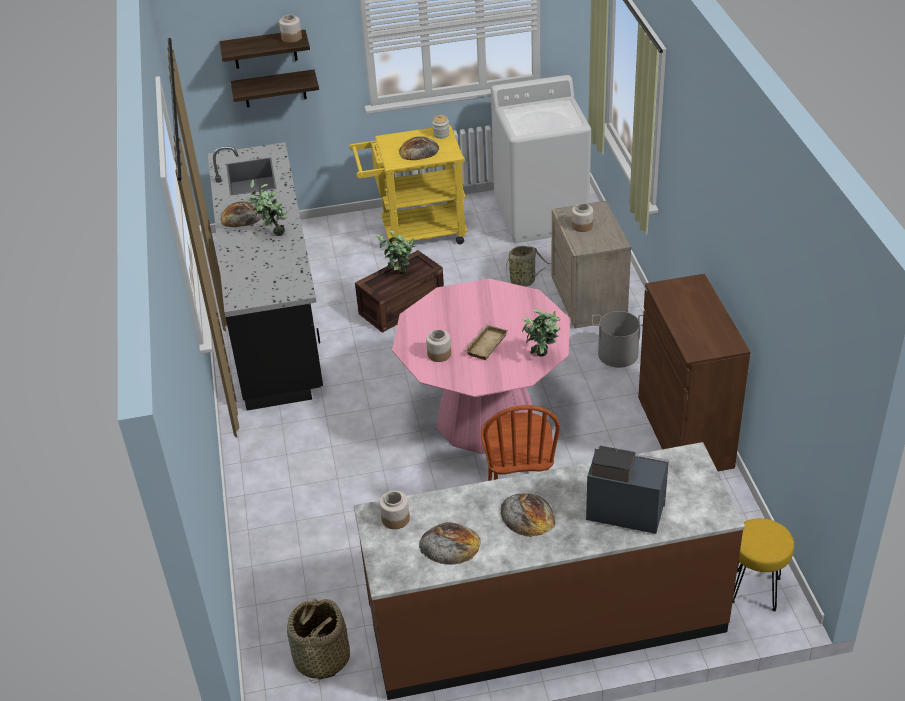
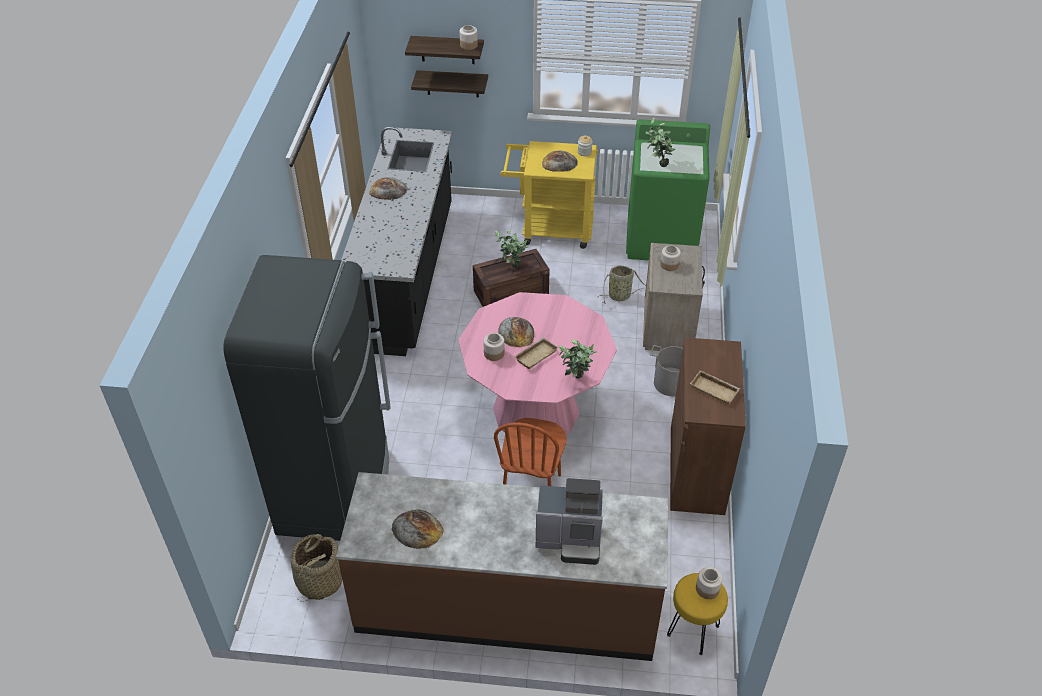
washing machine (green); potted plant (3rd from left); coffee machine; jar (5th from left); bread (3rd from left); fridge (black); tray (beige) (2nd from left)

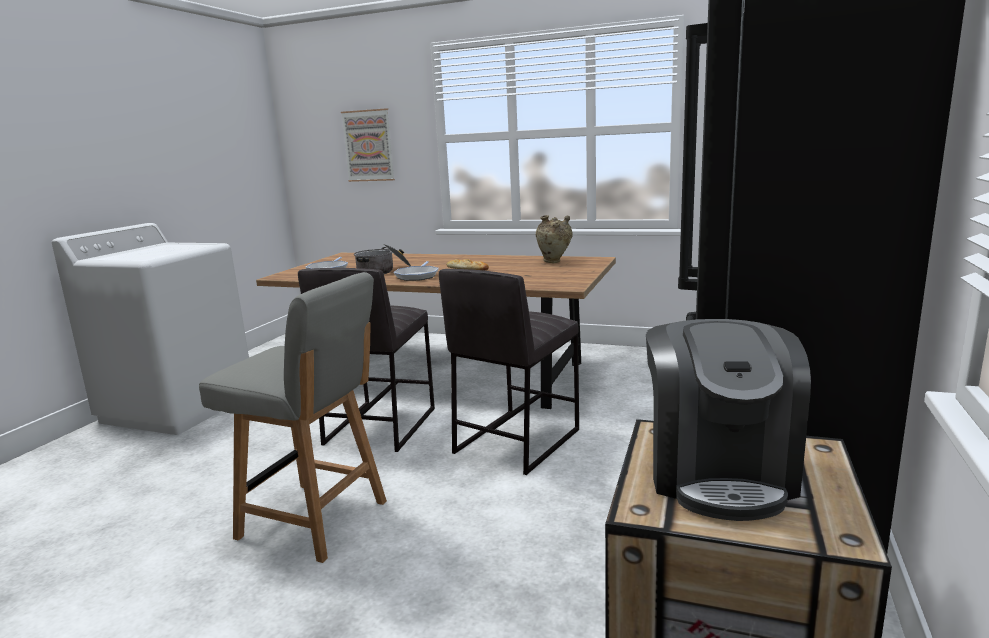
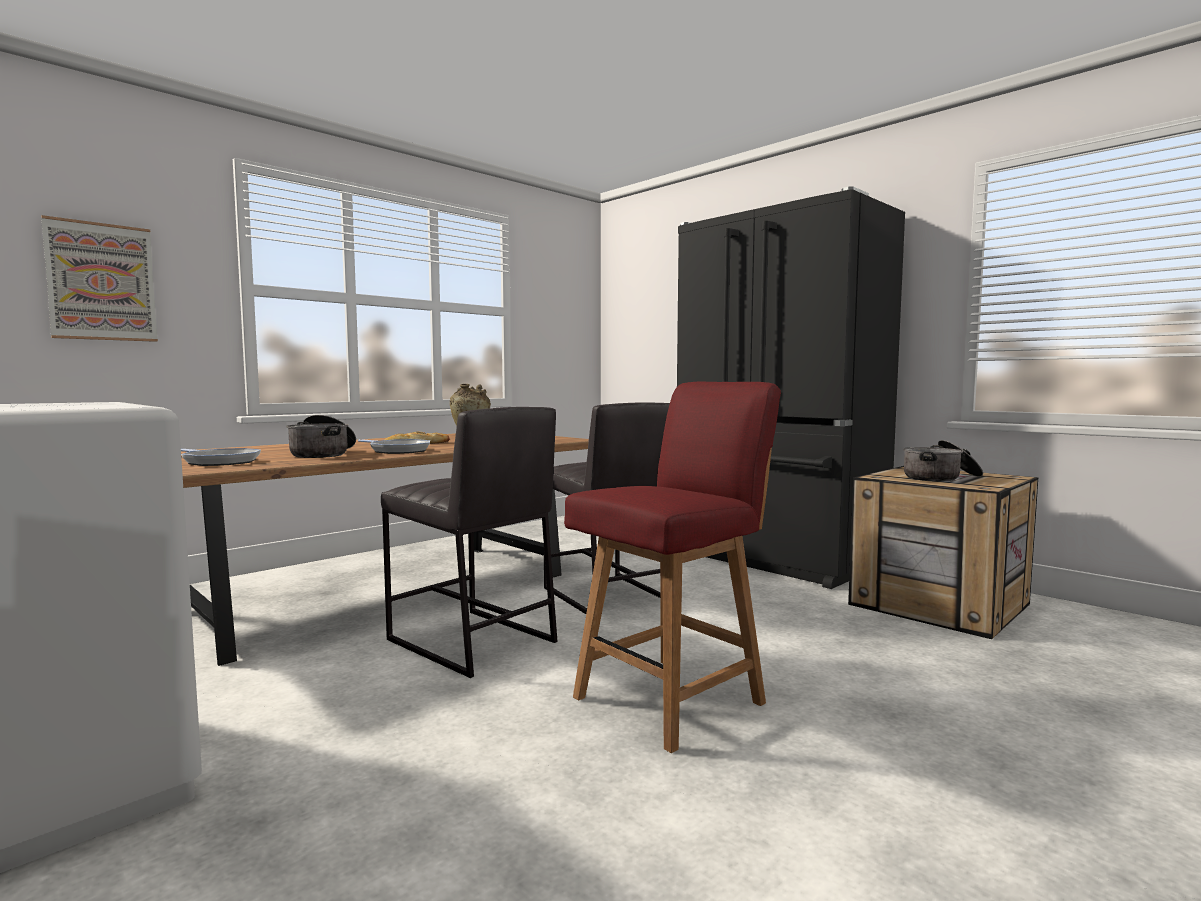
chair (red); cooking pot (2nd from left)

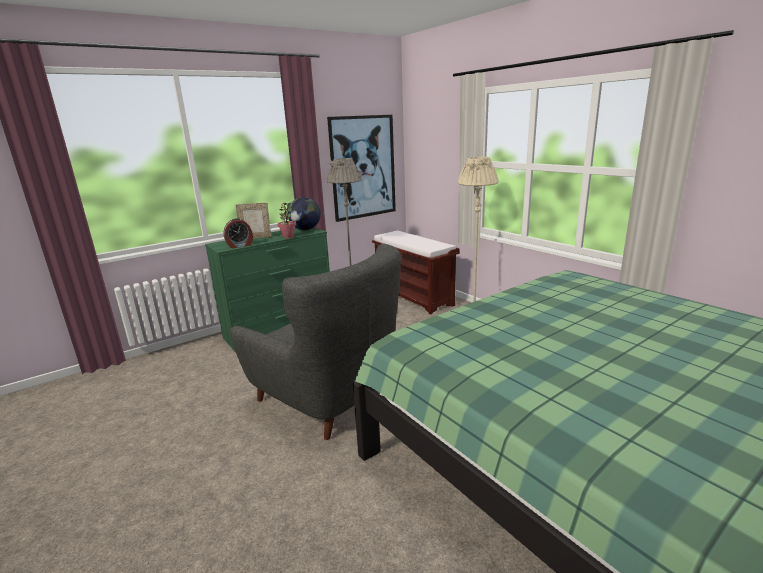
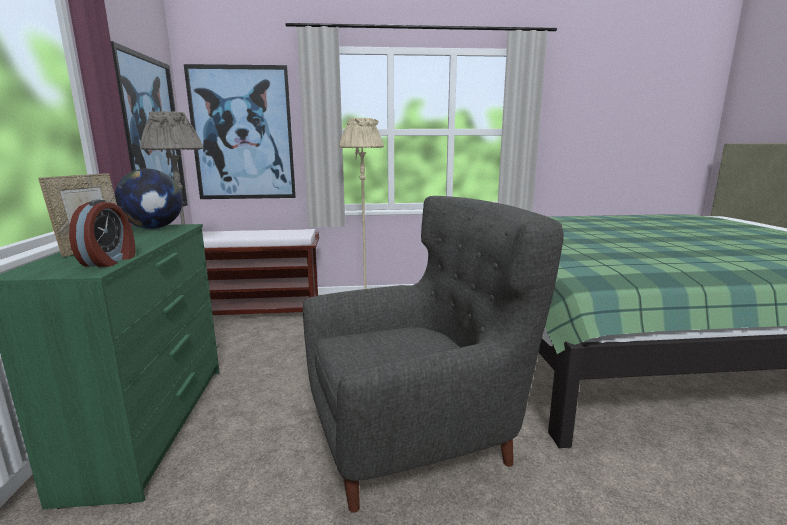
potted plant; picture (2nd from left)

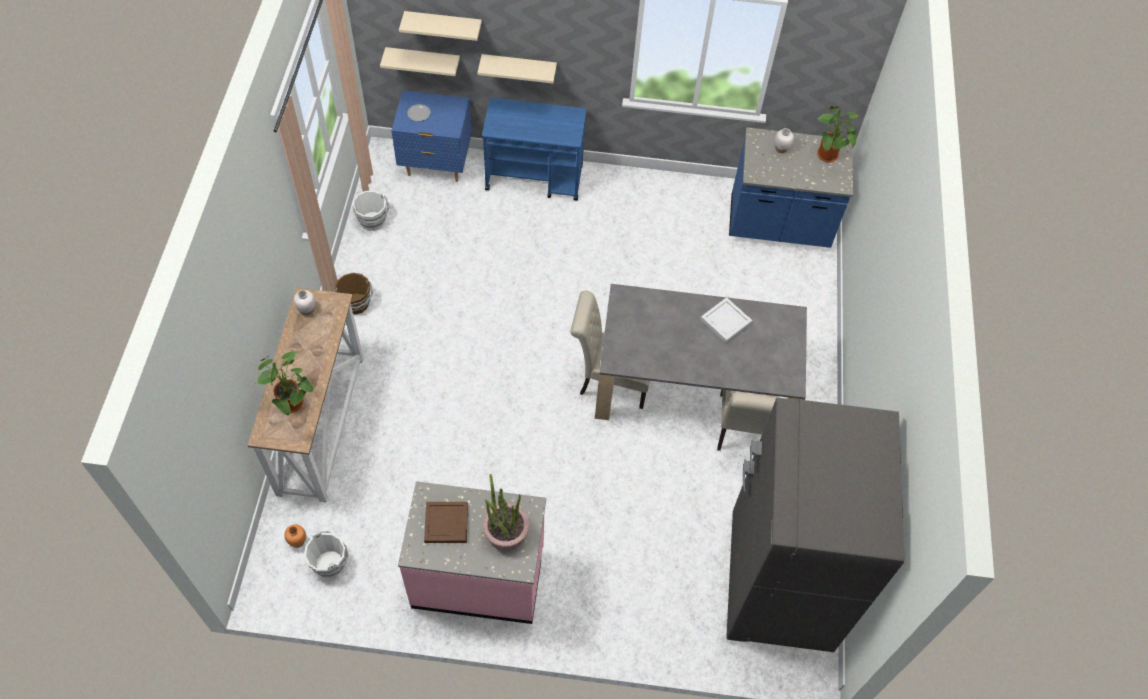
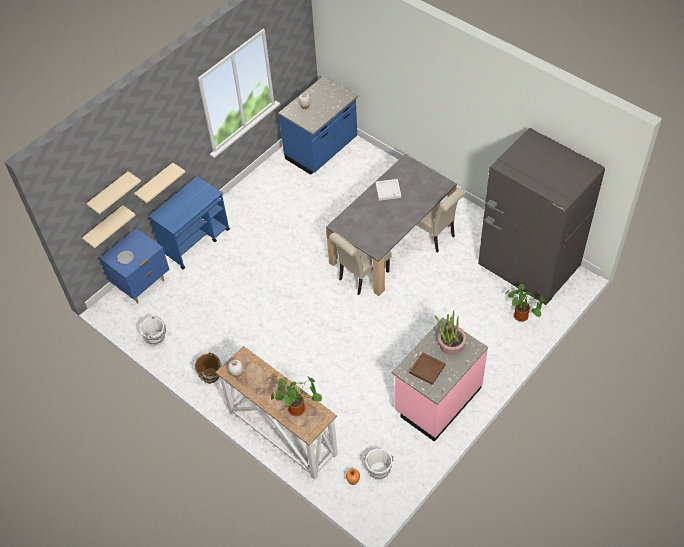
potted plant (3rd from left)

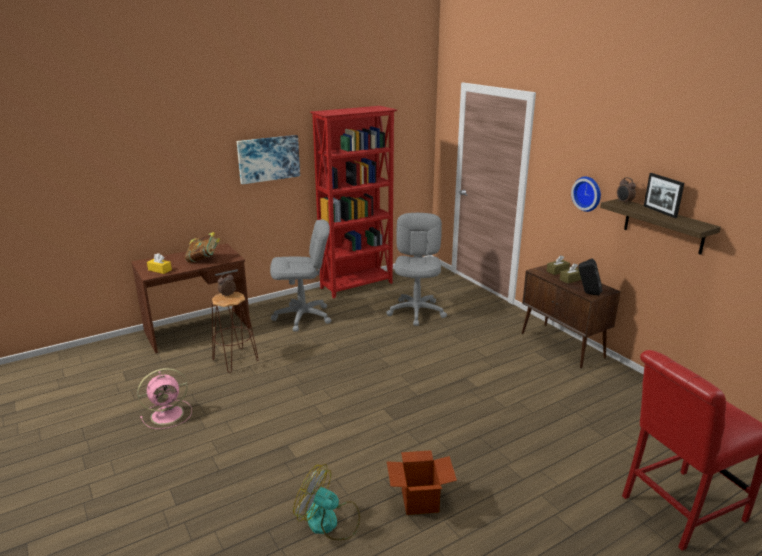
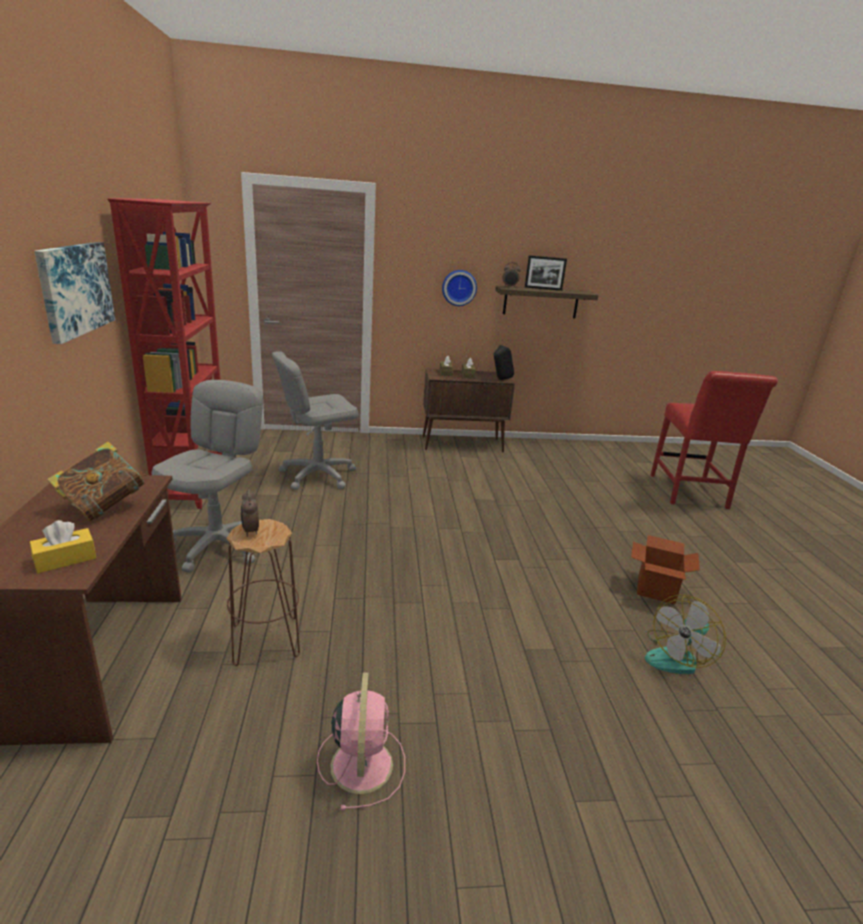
office chair (grey) (2nd from left)

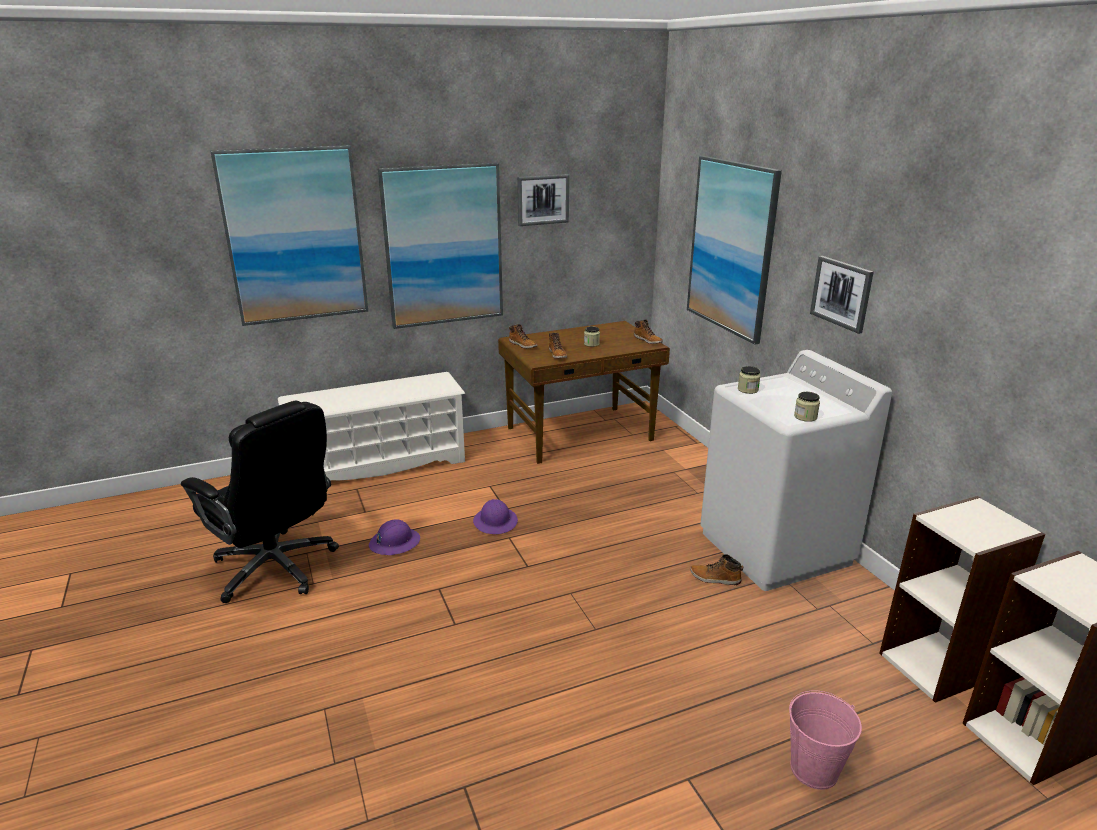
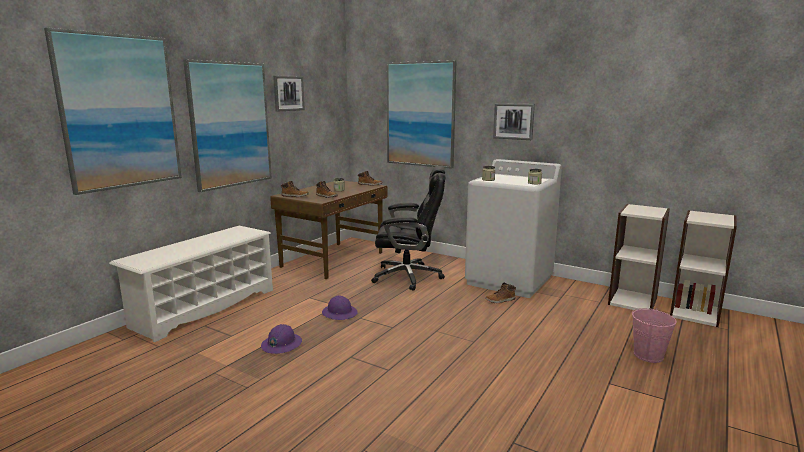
office chair (black)

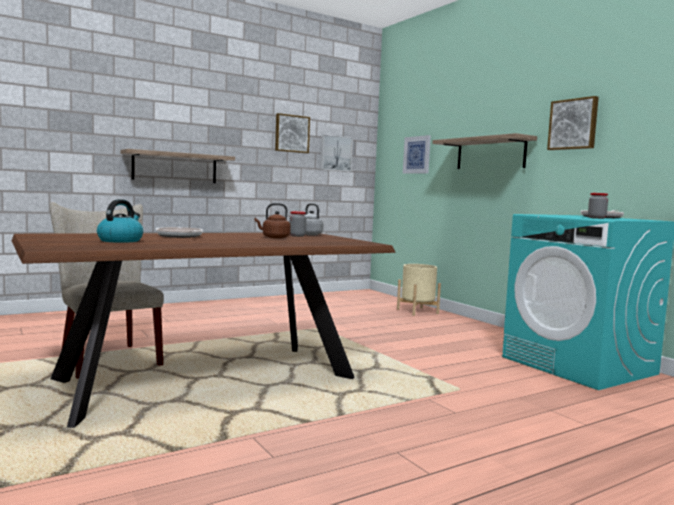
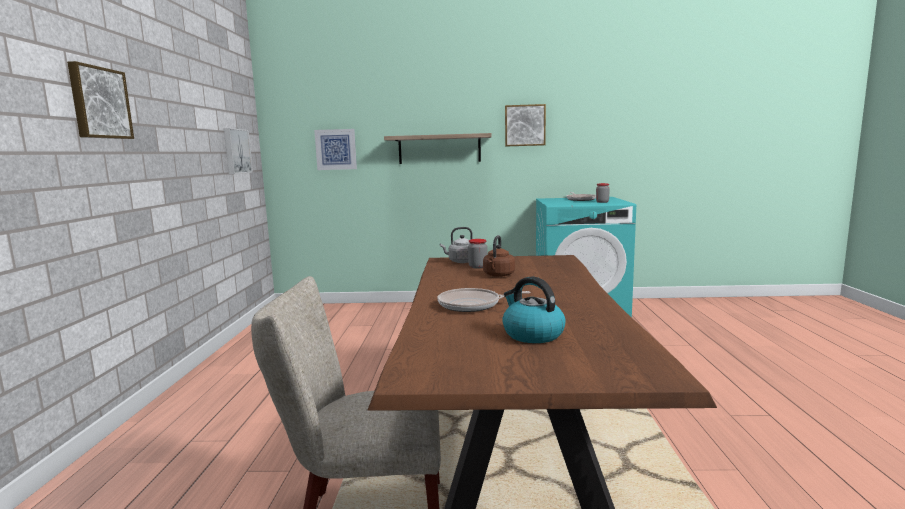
picture (1st from left); shelf (1st from left in the first image); planter (beige)

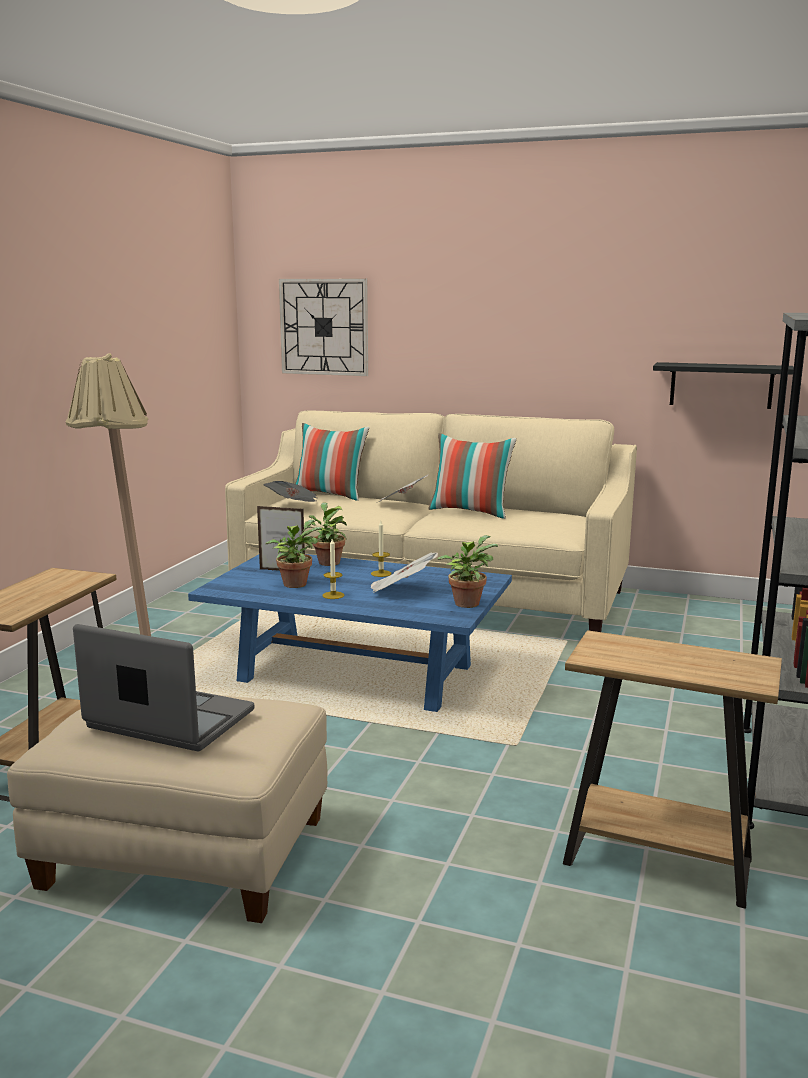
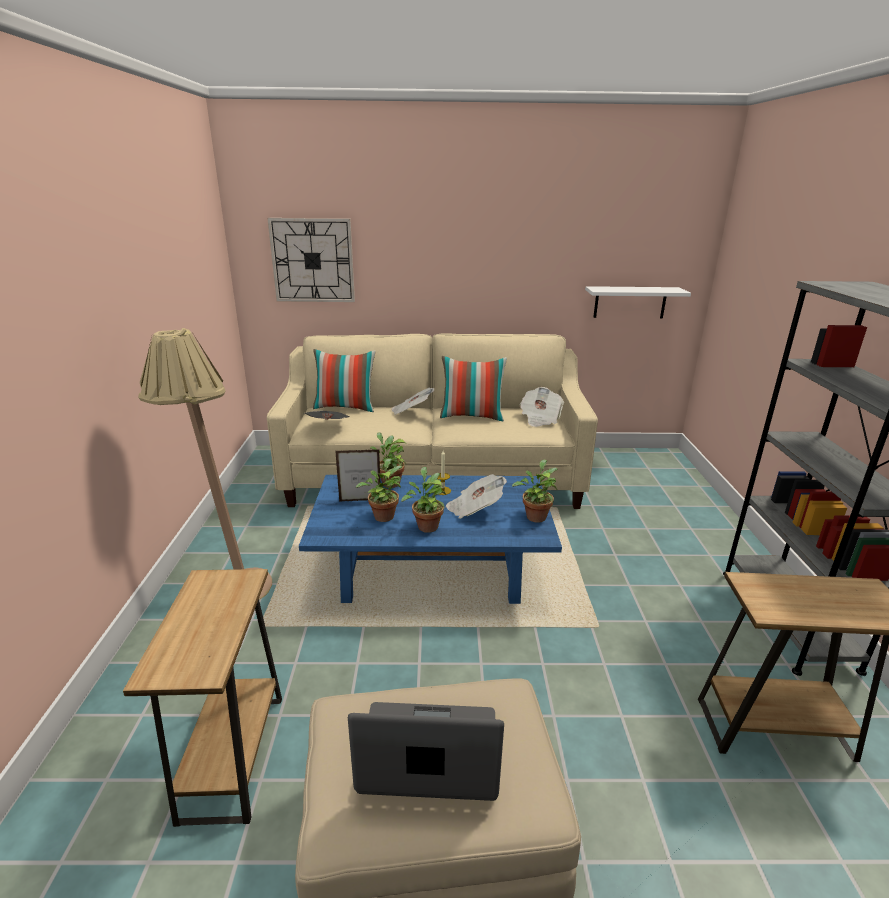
shelf (white); potted plant (3rd from left); newspaper (4th from left)

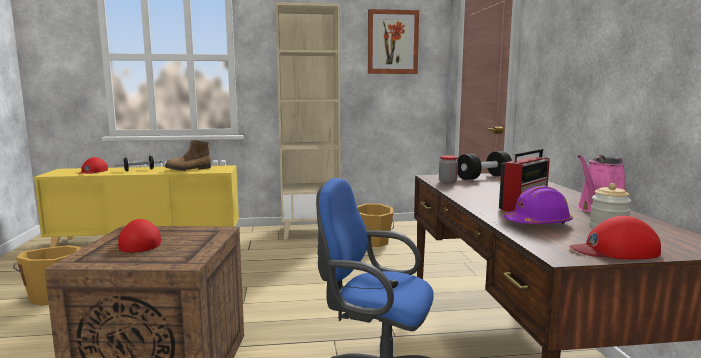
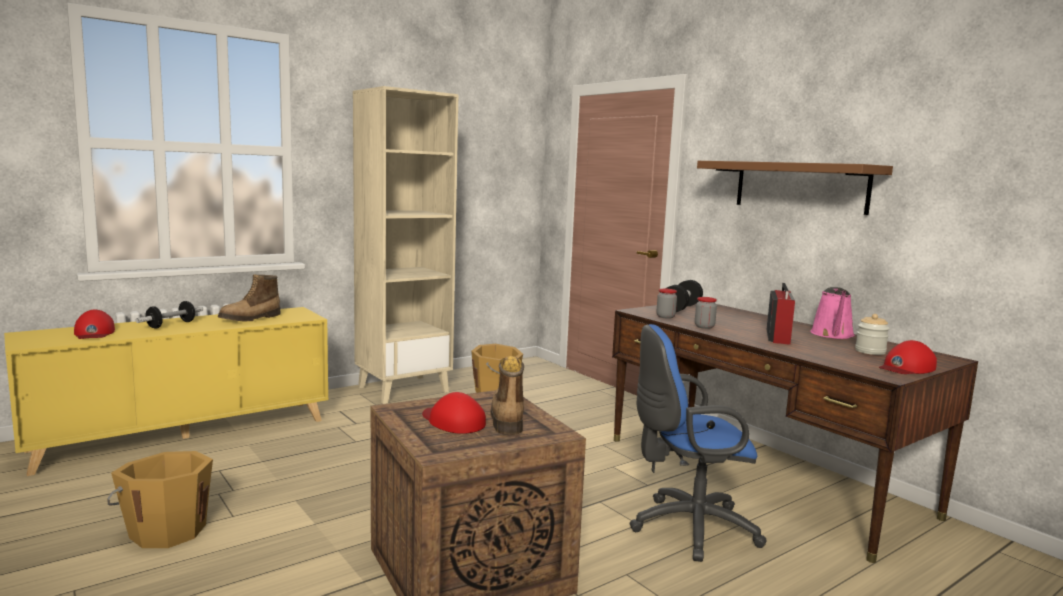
picture; hard hat (purple); shelf (brown); jar (2nd from left); boot (2nd from left)

